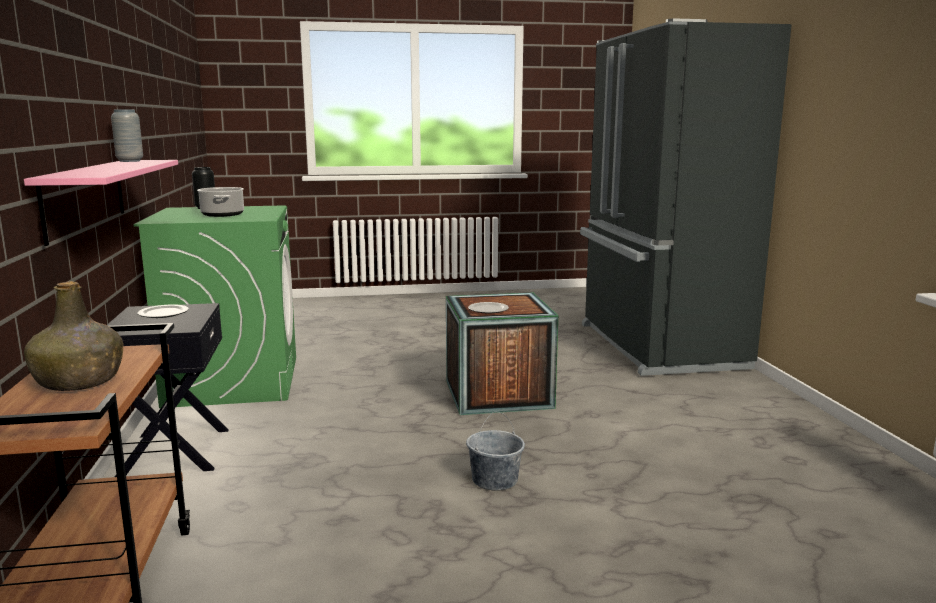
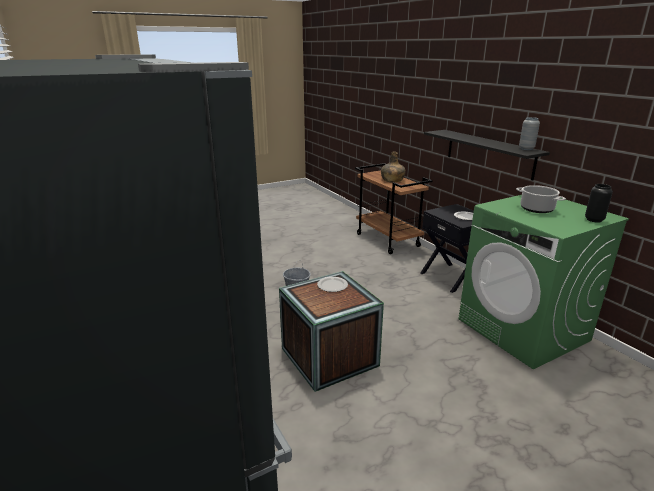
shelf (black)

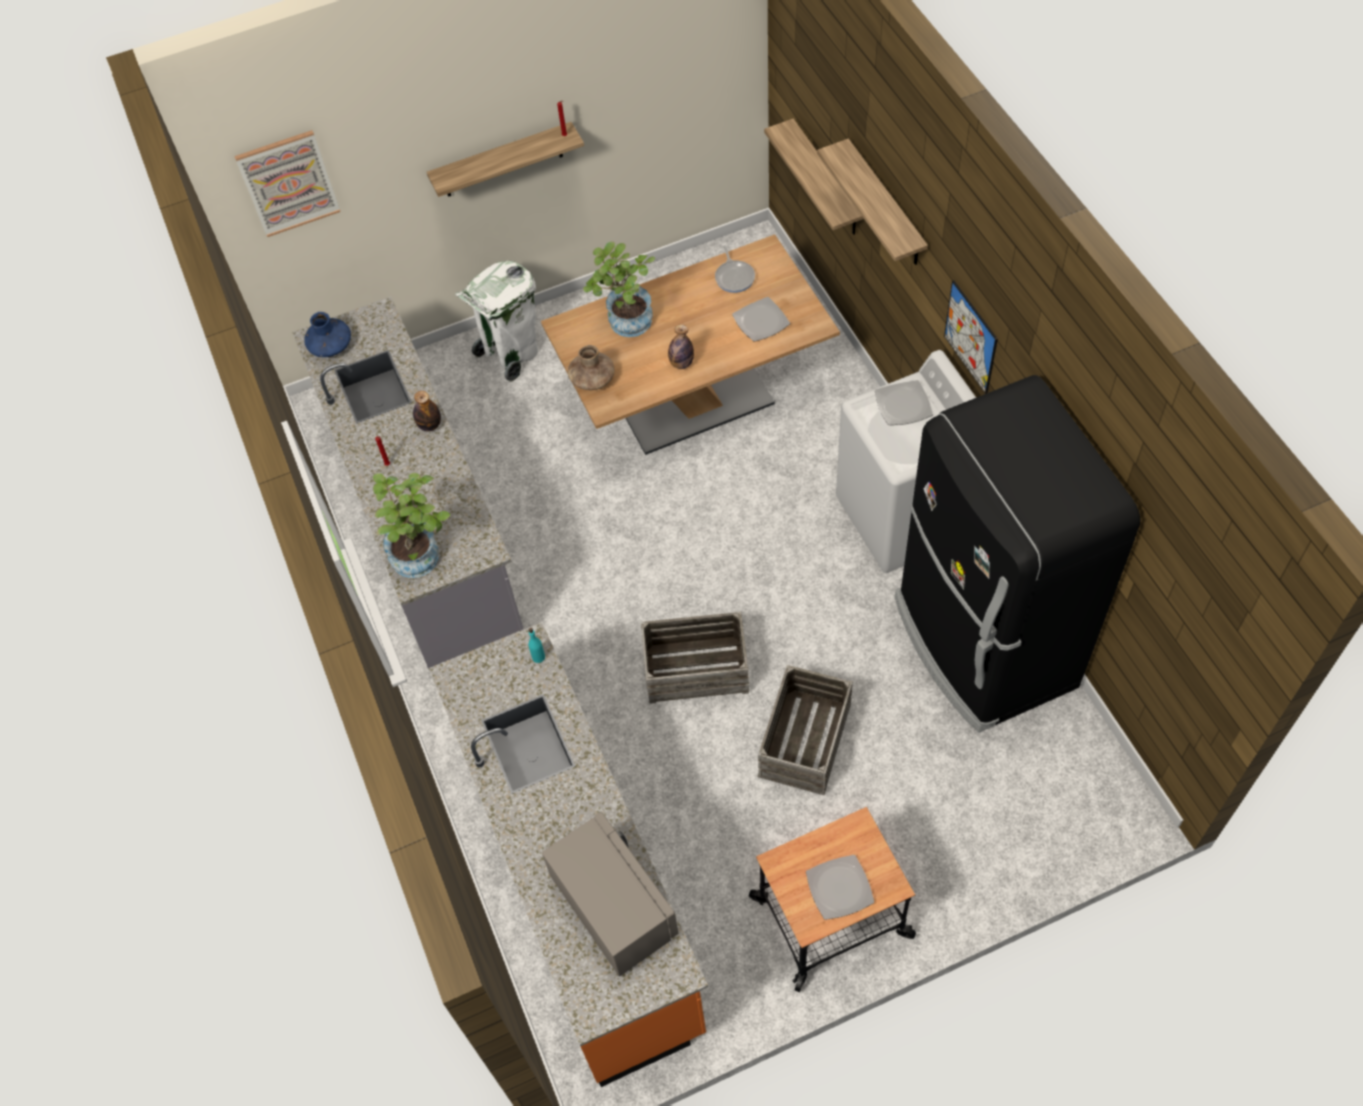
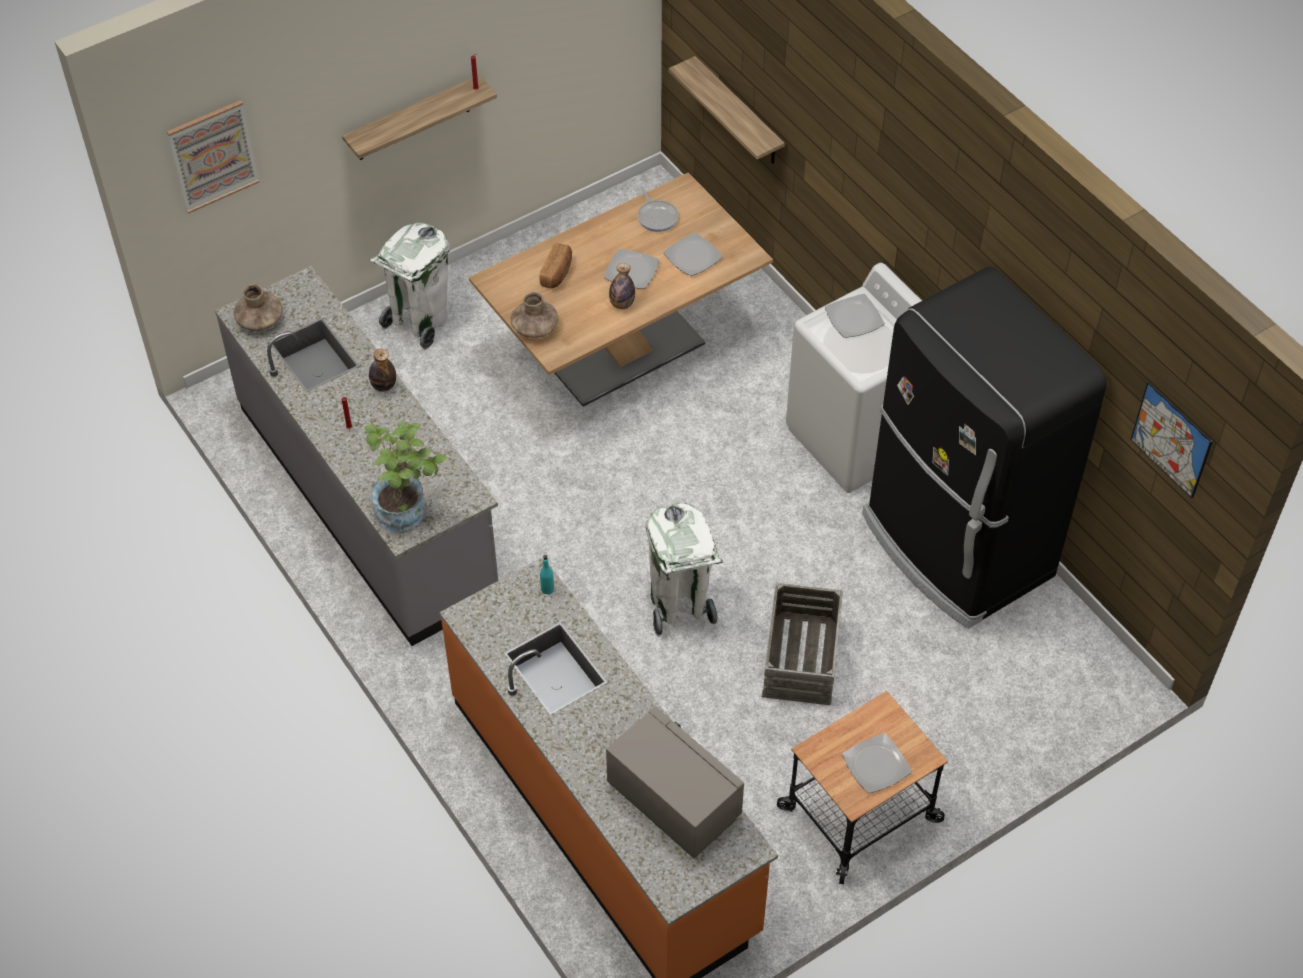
shelf (3rd from left in the first image); bread; picture (2nd from left); vase (brown) (1st from left); trash can (white) (2nd from left); plate (1st from left)

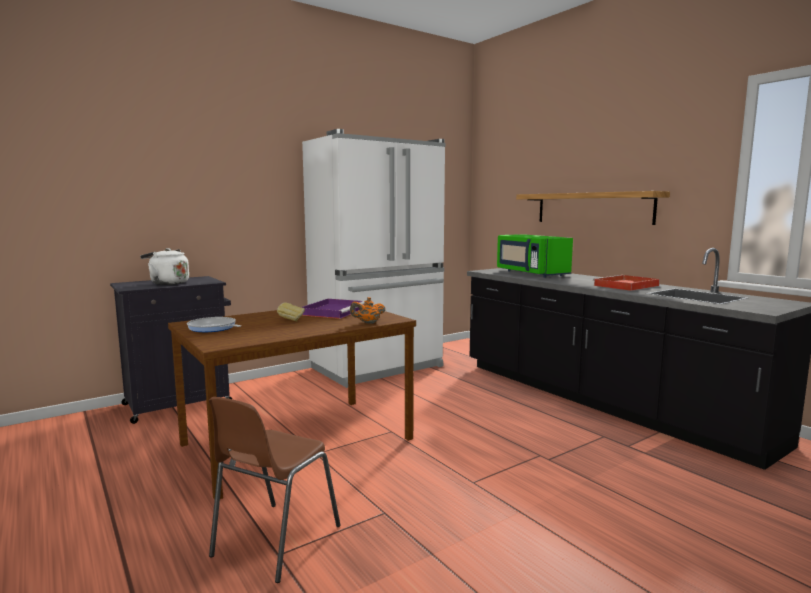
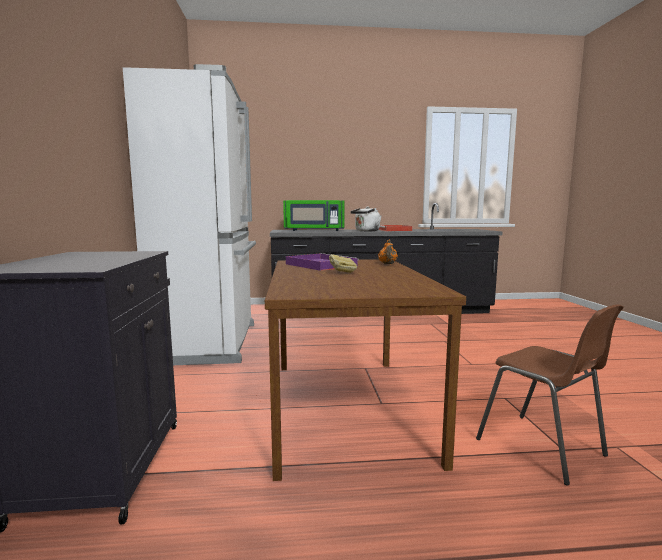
shelf; kettle (white); frying pan

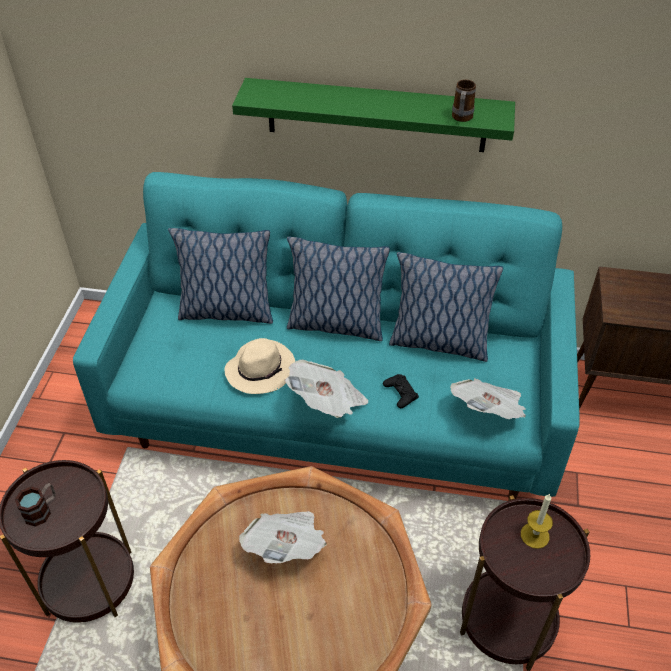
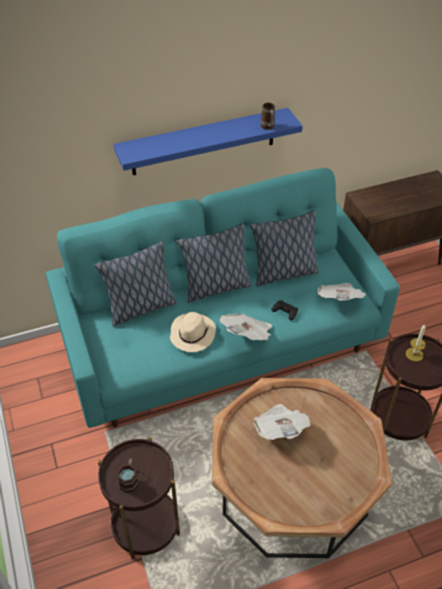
shelf (blue)

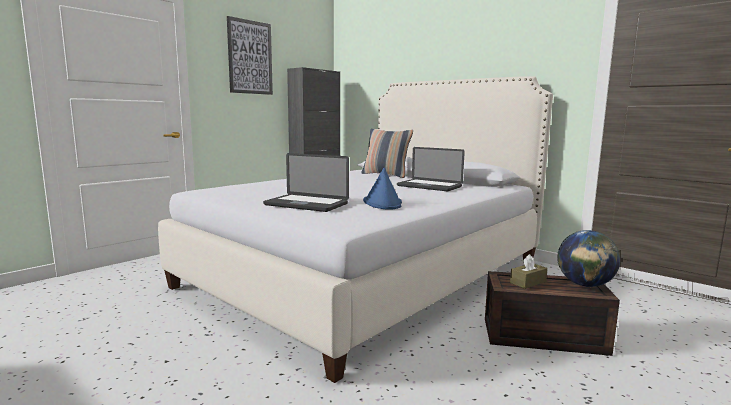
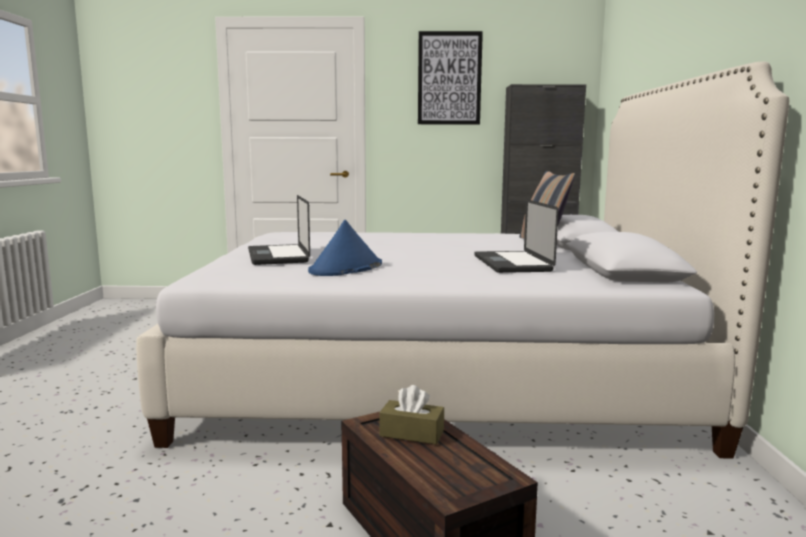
globe

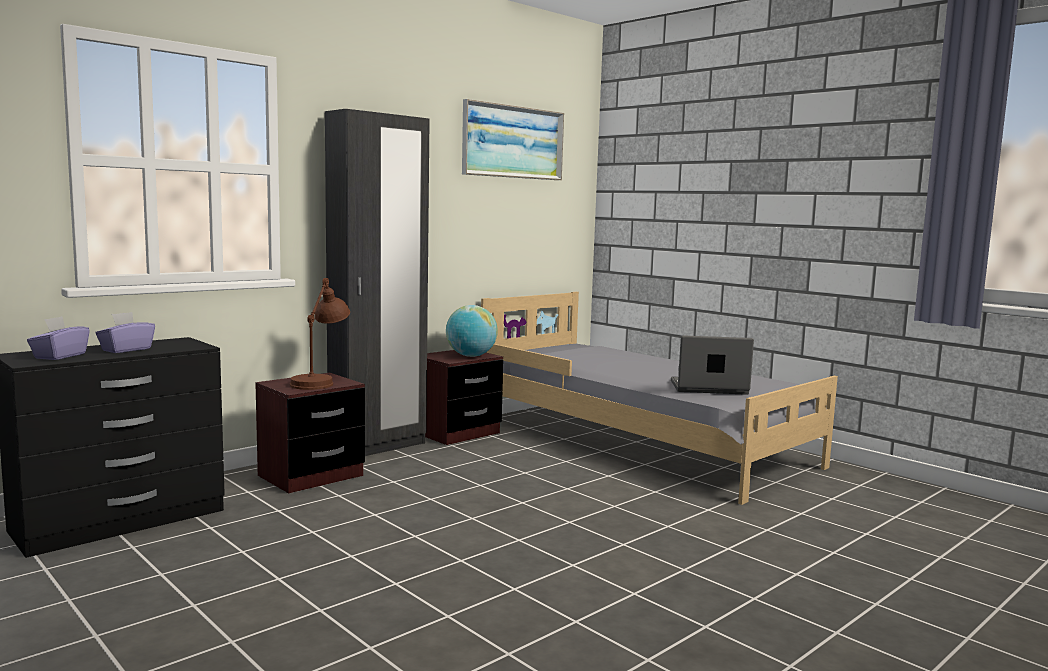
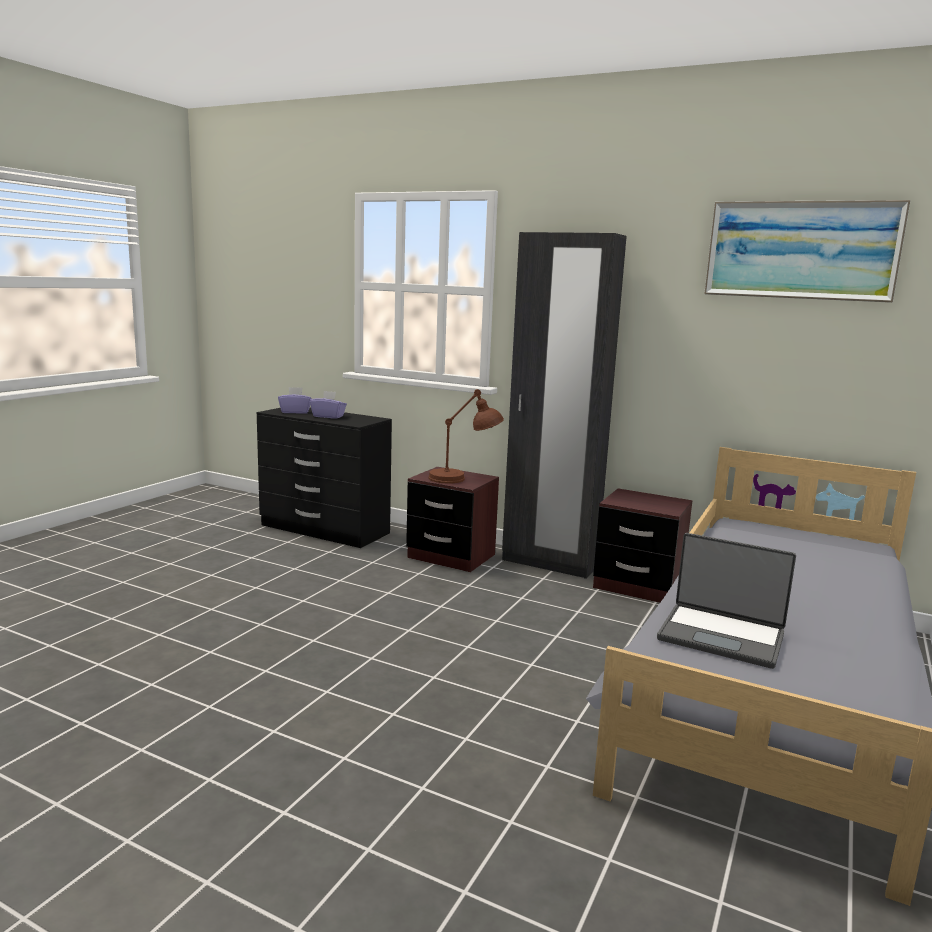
globe; laptop

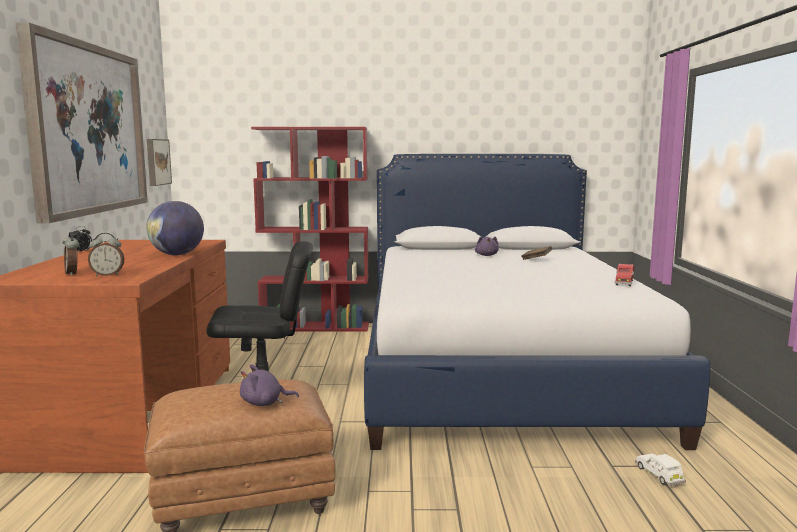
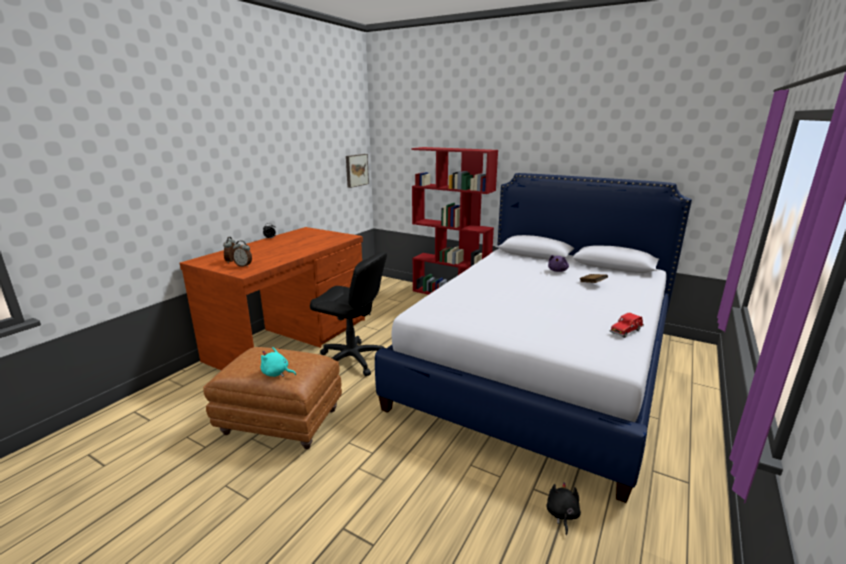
picture (1st from left in the first image); globe; plush toy (turquoise); plush toy (black)

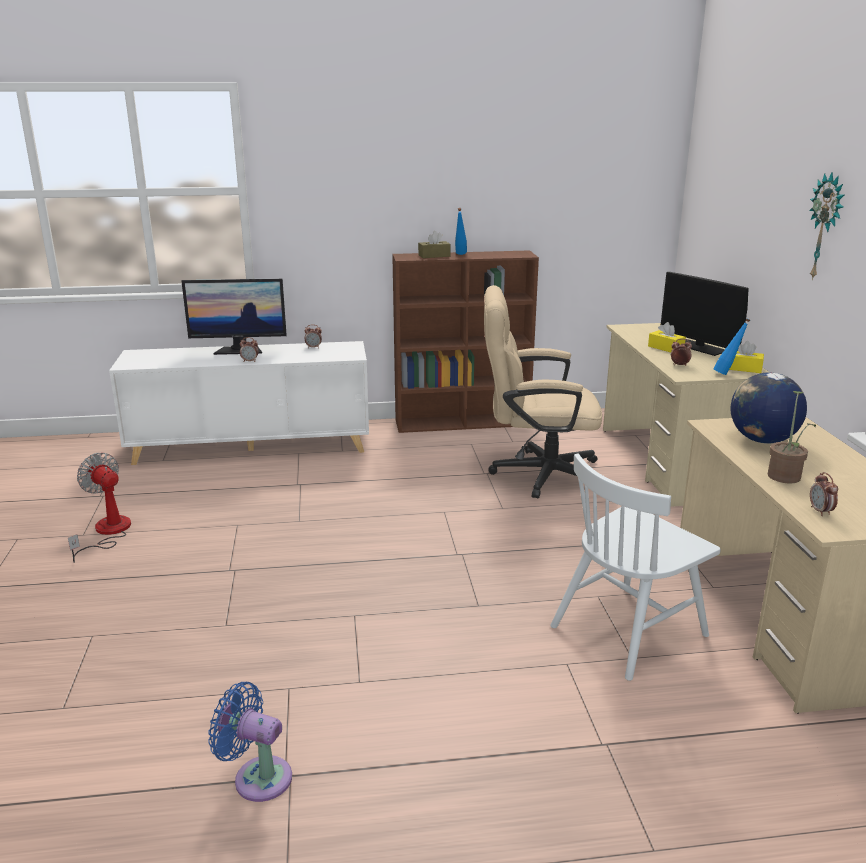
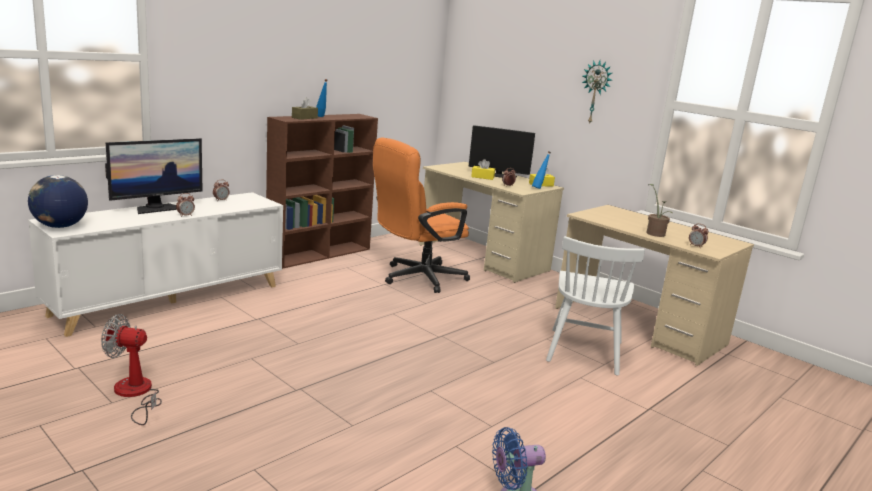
office chair (orange); globe

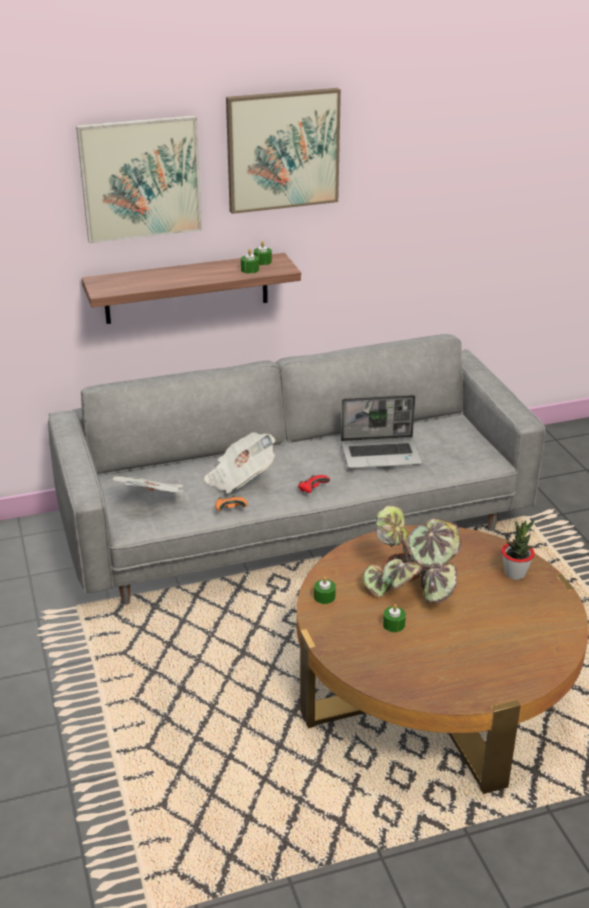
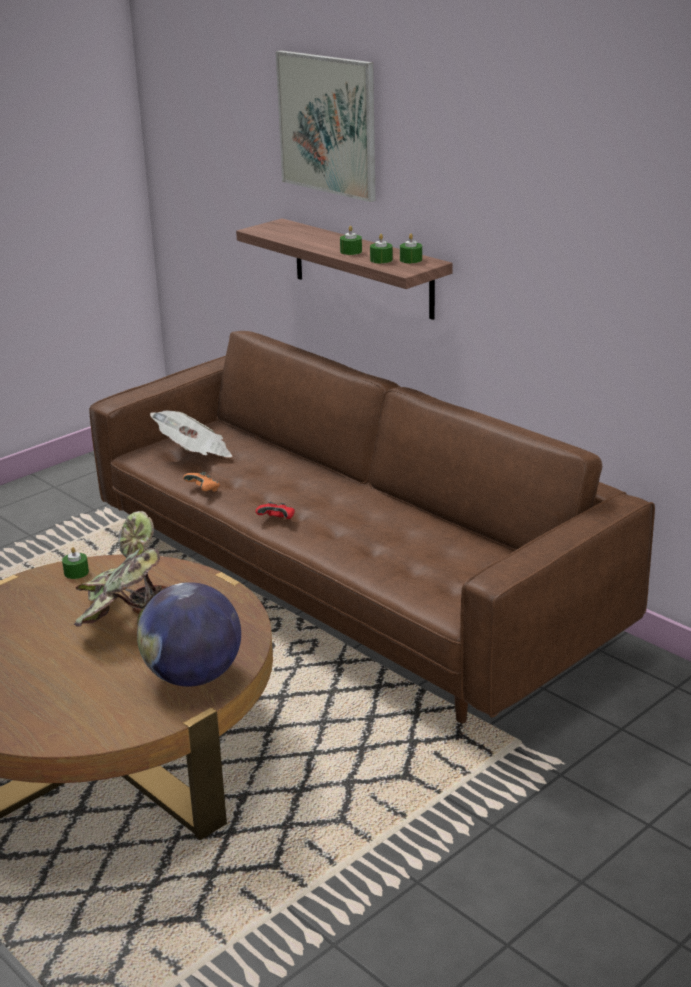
picture (2nd from left in the first image); sofa (brown); laptop; newspaper (2nd from left in the first image); globe; candle (green) (2nd from left)

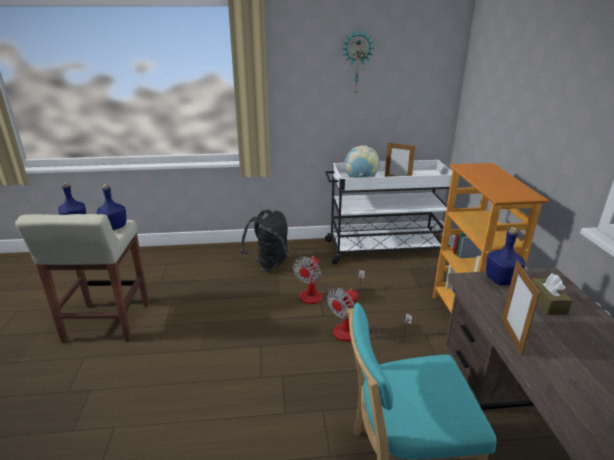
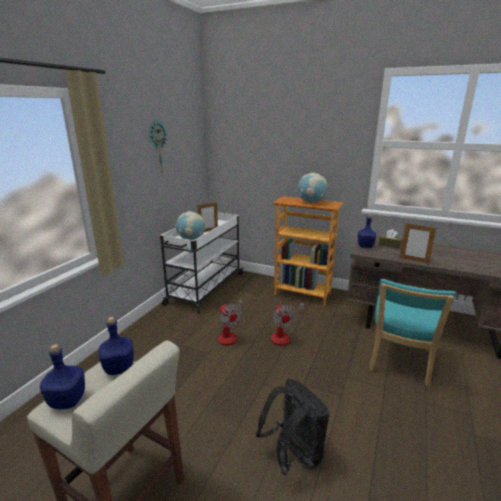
backpack (black); globe (2nd from left)

